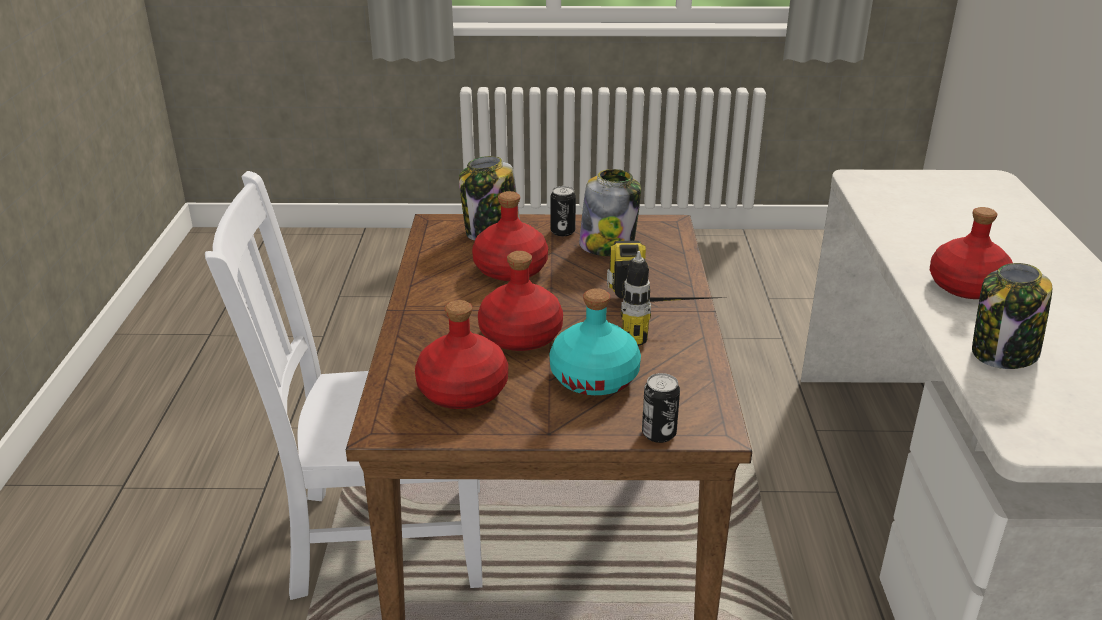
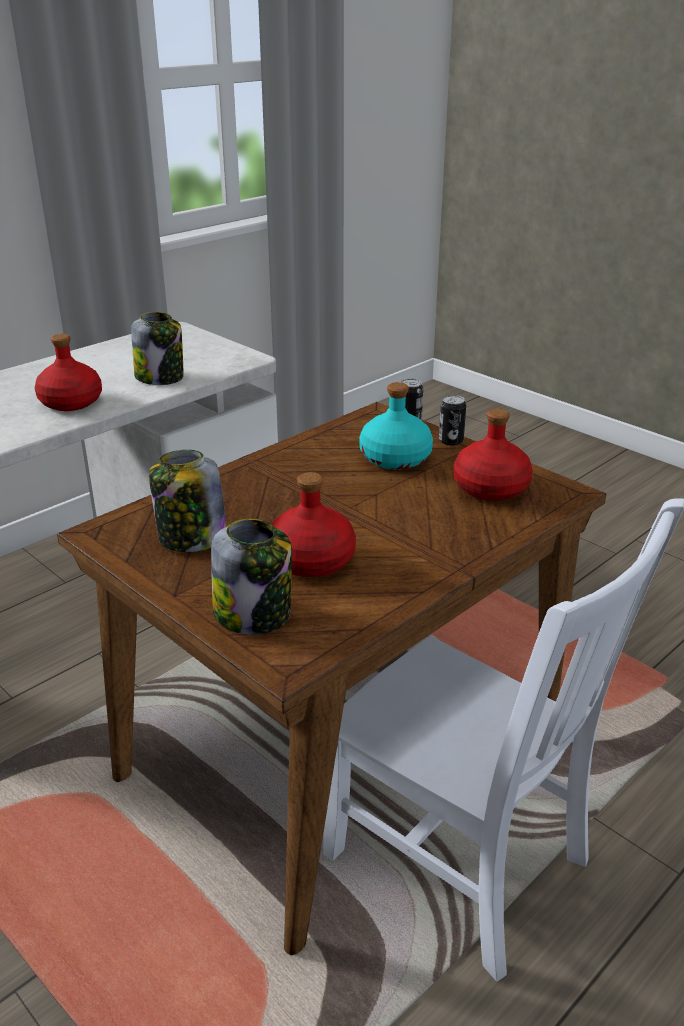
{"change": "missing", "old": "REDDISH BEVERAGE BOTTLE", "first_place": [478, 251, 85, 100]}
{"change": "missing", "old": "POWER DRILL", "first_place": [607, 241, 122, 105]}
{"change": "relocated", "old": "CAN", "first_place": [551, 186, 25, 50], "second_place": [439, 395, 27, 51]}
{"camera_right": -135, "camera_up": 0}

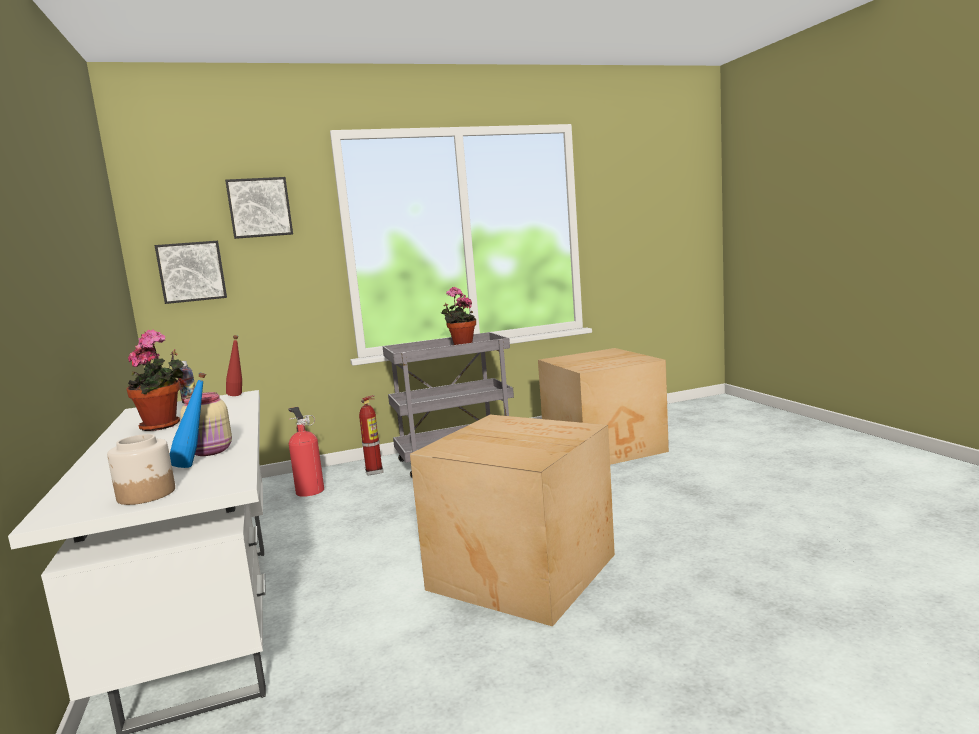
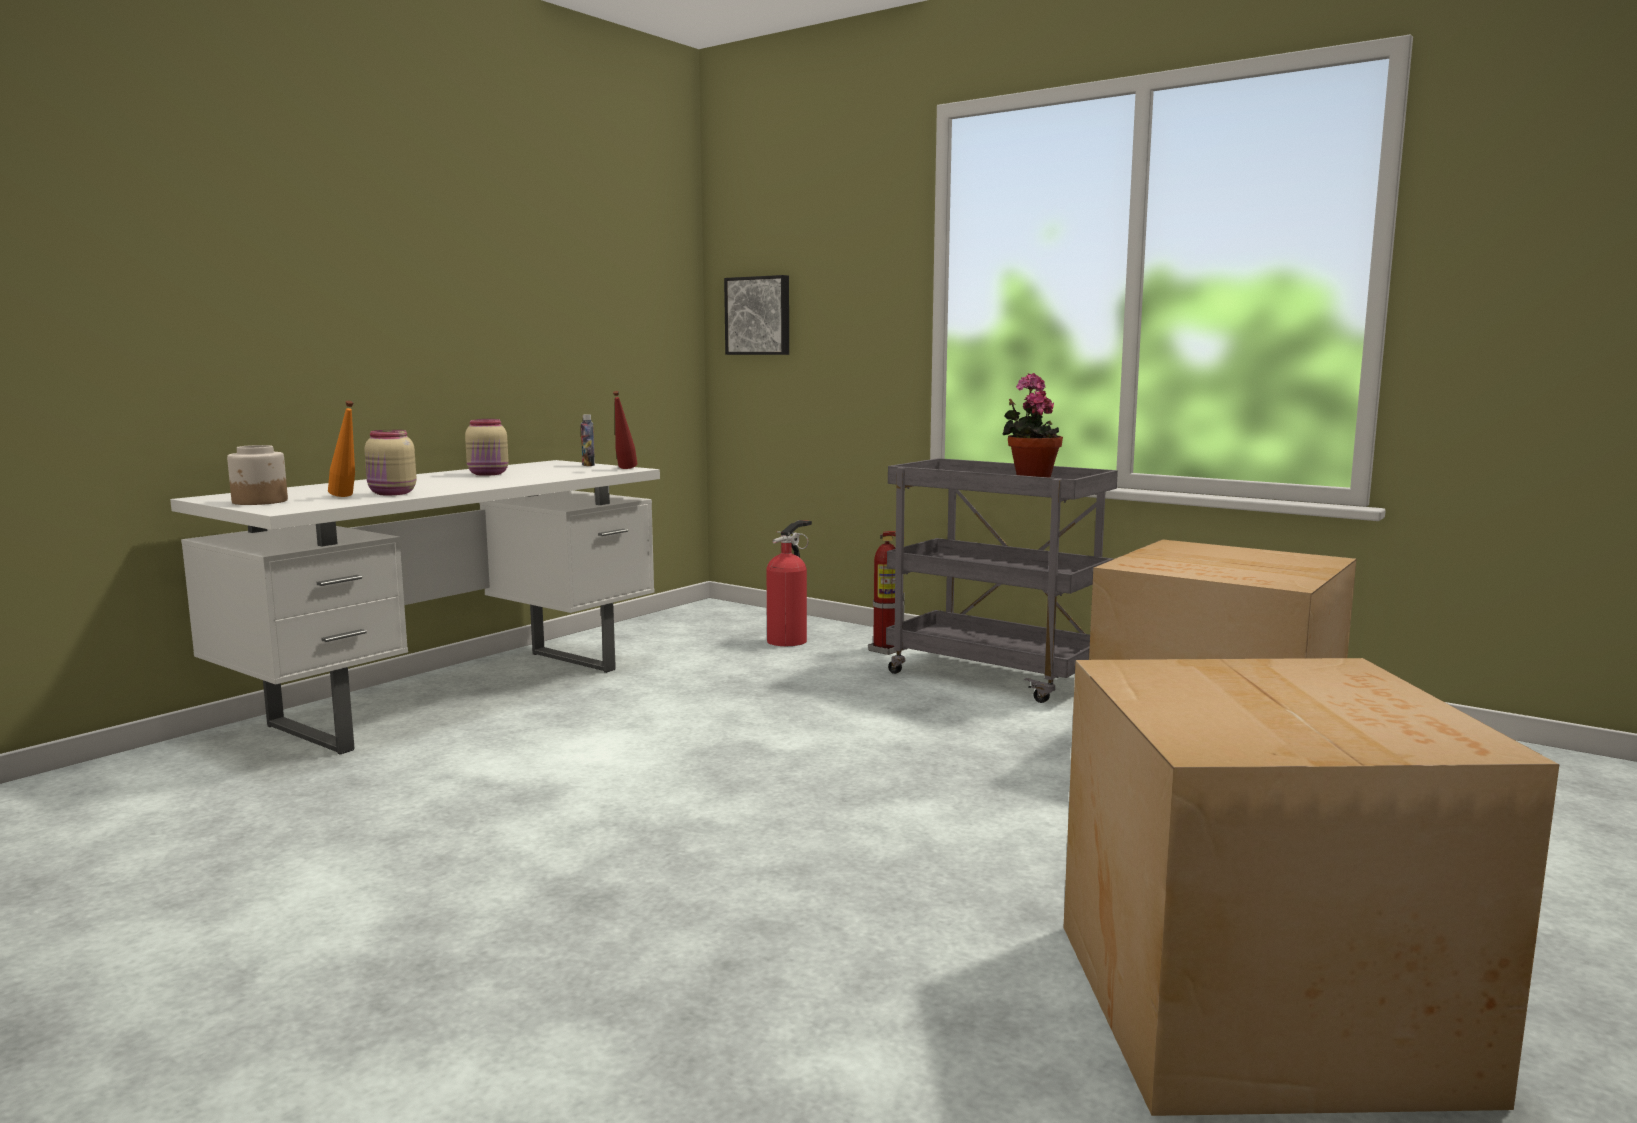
{"change": "missing", "old": "WALL ART", "first_place": [225, 177, 68, 62]}
{"change": "relocated", "old": "CARTON", "first_place": [410, 415, 205, 212], "second_place": [1063, 658, 496, 458]}
{"change": "exchanged", "old": "PLANT IN A POT", "new": "SAND-COLOURED JAR", "first_place": [126, 329, 58, 102], "second_place": [465, 419, 43, 57]}
{"change": "colour", "old": "BLUE-COLOURED BEVERAGE BOTTLE", "new": "ORANGE-COLOURED BEVERAGE BOTTLE", "first_place": [170, 373, 36, 95], "second_place": [328, 401, 27, 96]}
{"camera_right": 55, "camera_up": 0}

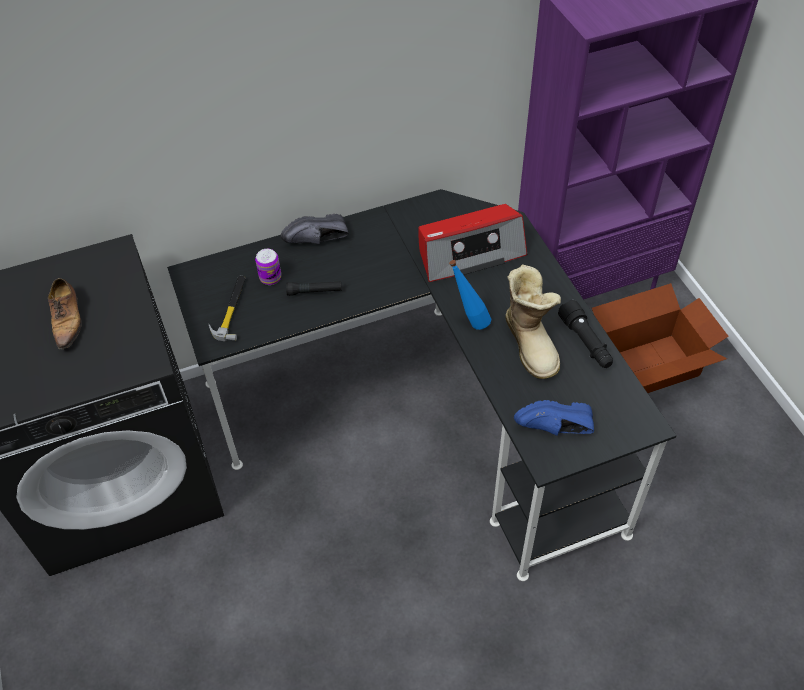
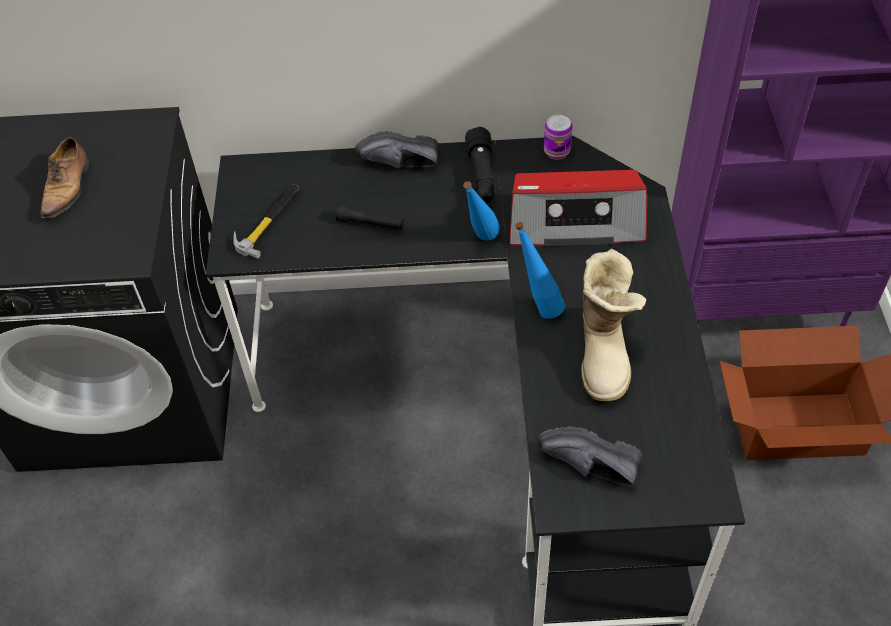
{"change": "appeared", "new": "BLUE-COLOURED BEVERAGE BOTTLE", "second_place": [463, 181, 37, 60]}
{"change": "relocated", "old": "CAN", "first_place": [255, 249, 26, 36], "second_place": [544, 115, 28, 44]}
{"change": "relocated", "old": "BLACK FLASHLIGHT", "first_place": [558, 300, 55, 68], "second_place": [465, 127, 30, 77]}
{"change": "colour", "old": "BLUE-COLOURED ITEM OF FOOTWEAR", "new": "BLACK ITEM OF FOOTWEAR", "first_place": [514, 400, 80, 36], "second_place": [537, 426, 105, 61]}
{"camera_right": 20, "camera_up": 0}

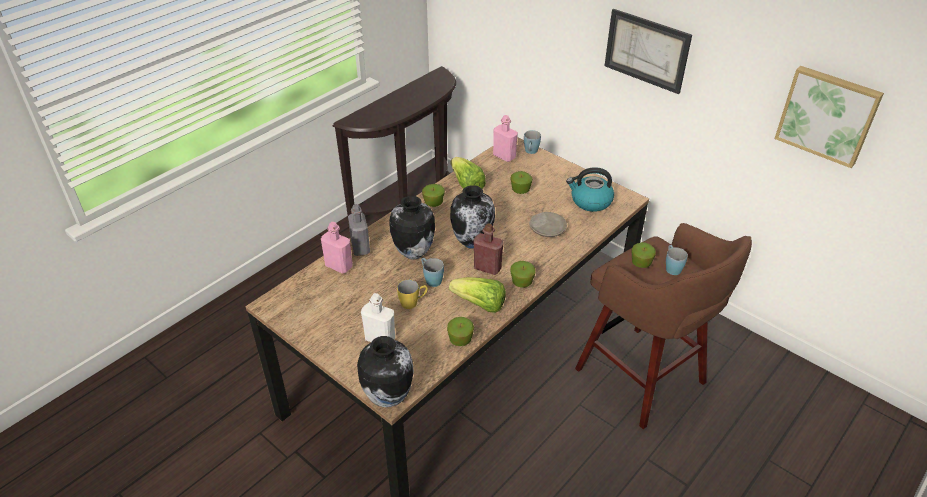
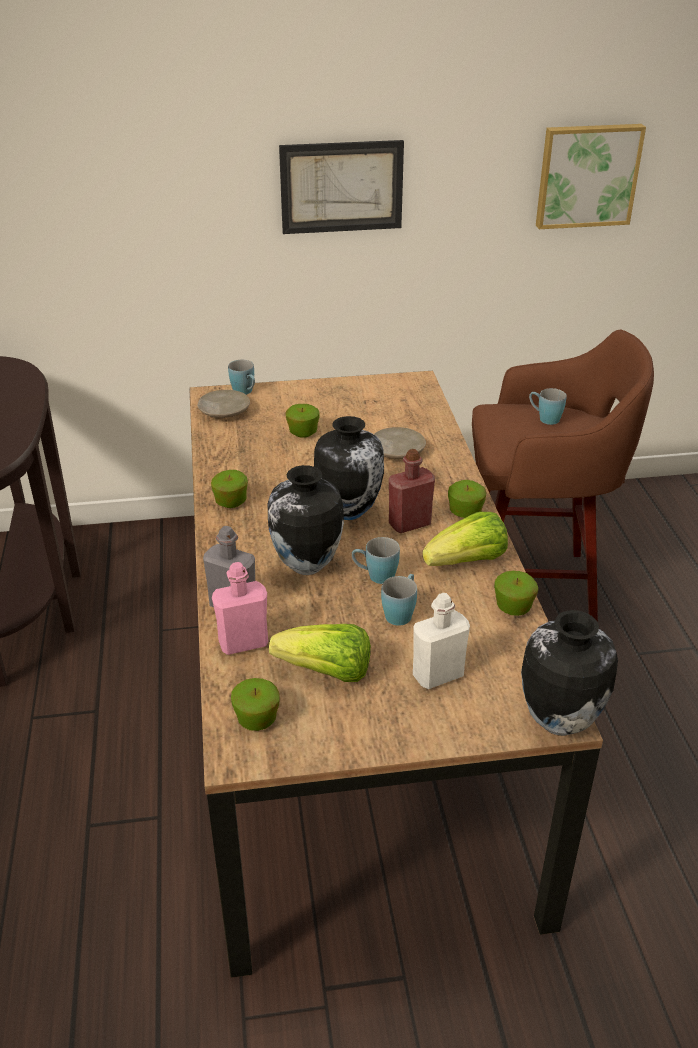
{"change": "missing", "old": "WATER KETTLE", "first_place": [566, 167, 48, 45]}
{"change": "relocated", "old": "LETTUCE HEAD", "first_place": [451, 157, 35, 32], "second_place": [269, 624, 102, 58]}
{"change": "relocated", "old": "APPLE FRUIT", "first_place": [632, 242, 24, 26], "second_place": [231, 678, 49, 53]}
{"change": "exchanged", "old": "PINK-COLOURED BEVERAGE BOTTLE", "new": "SAND-COLOURED DINNER PLATE", "first_place": [493, 115, 25, 47], "second_place": [197, 390, 53, 28]}
{"change": "colour", "old": "YELLOW MUG", "new": "BLUE-COLOURED MUG", "first_place": [397, 279, 31, 30], "second_place": [381, 574, 36, 52]}
{"camera_right": -50, "camera_up": -5}

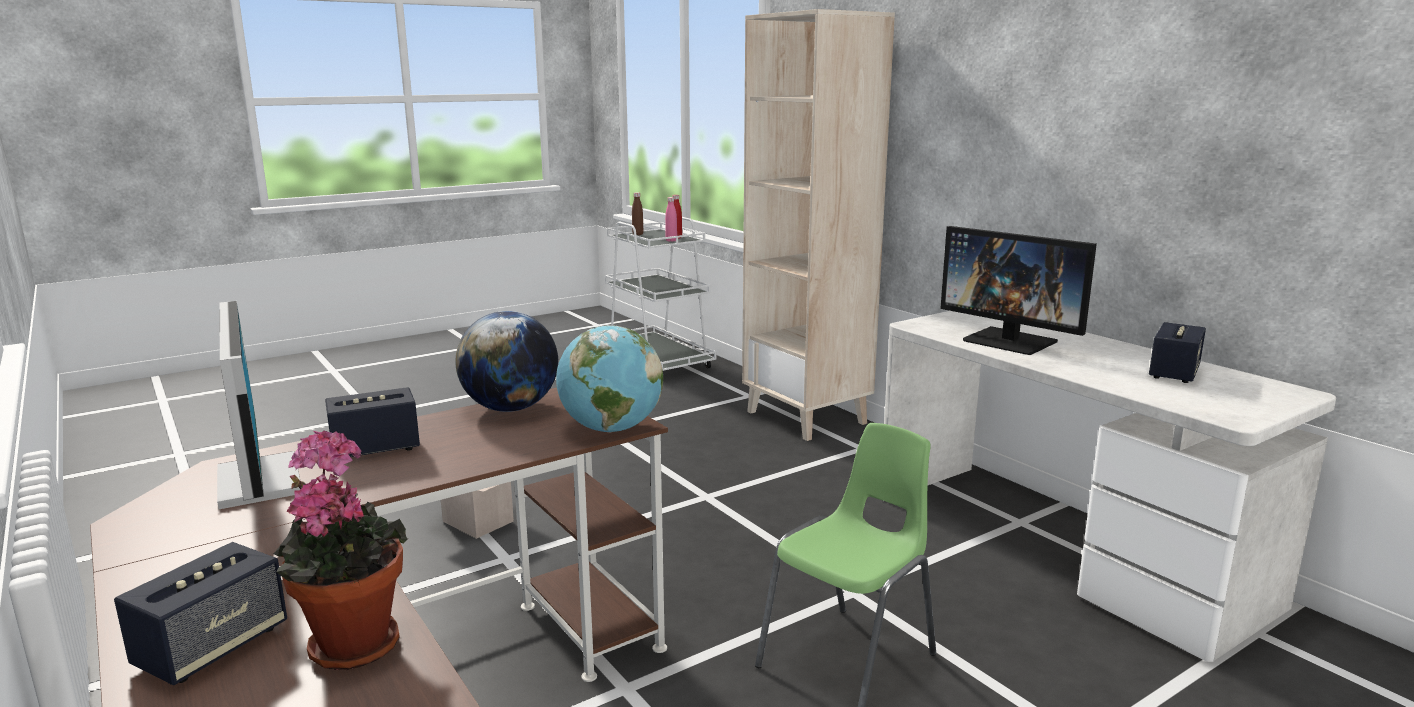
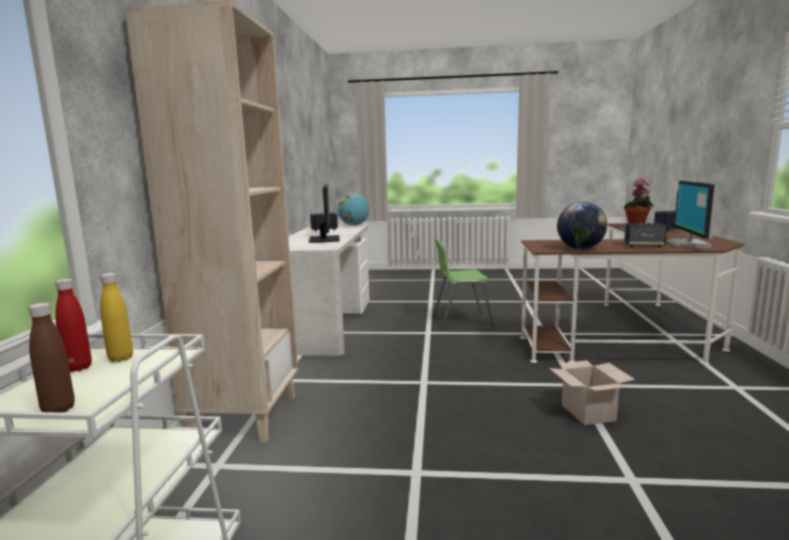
{"change": "relocated", "old": "DESK GLOBE", "first_place": [556, 325, 107, 108], "second_place": [337, 193, 33, 33]}
{"change": "colour", "old": "PINK-COLOURED BEVERAGE BOTTLE", "new": "YELLOW BEVERAGE BOTTLE", "first_place": [665, 197, 12, 45], "second_place": [100, 273, 33, 89]}
{"camera_right": -140, "camera_up": -5}

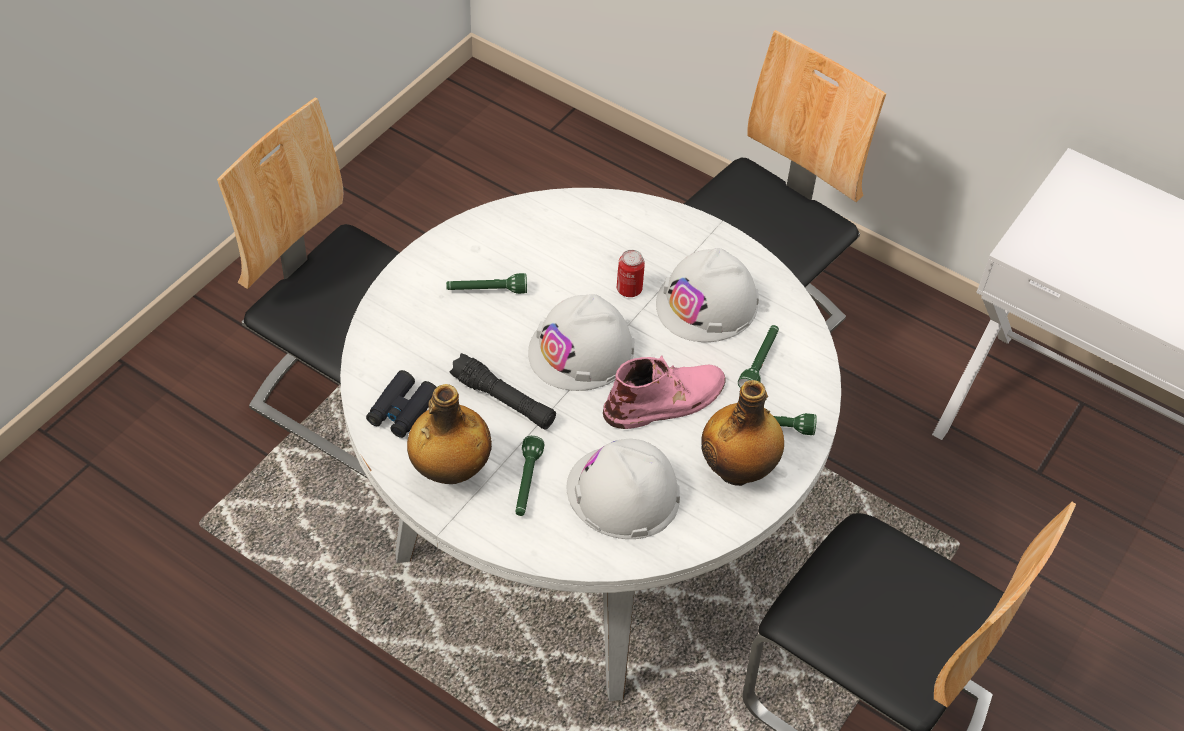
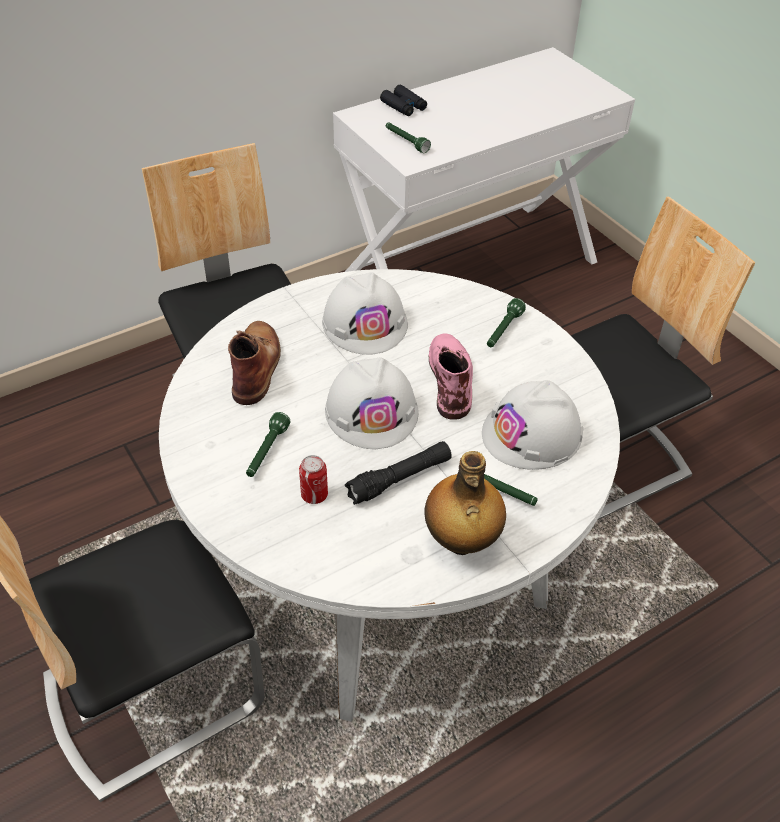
{"change": "missing", "old": "BEVERAGE BOTTLE", "first_place": [701, 380, 83, 106]}
{"change": "appeared", "new": "BROWNISH TALL BOOT", "second_place": [228, 321, 53, 84]}
{"change": "relocated", "old": "BLACK PAIR OF BINOCULARS", "first_place": [366, 370, 70, 68], "second_place": [380, 85, 47, 31]}
{"change": "relocated", "old": "CAN", "first_place": [617, 250, 28, 47], "second_place": [299, 455, 29, 49]}
{"change": "relocated", "old": "GREENISH FLASHLIGHT", "first_place": [738, 325, 41, 63], "second_place": [386, 123, 45, 30]}
{"camera_right": -65, "camera_up": -5}

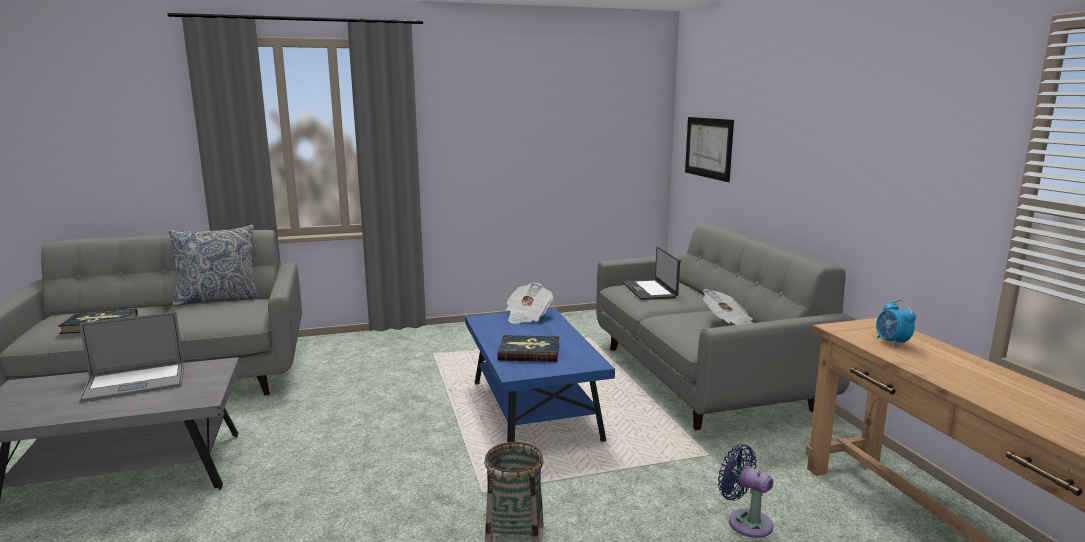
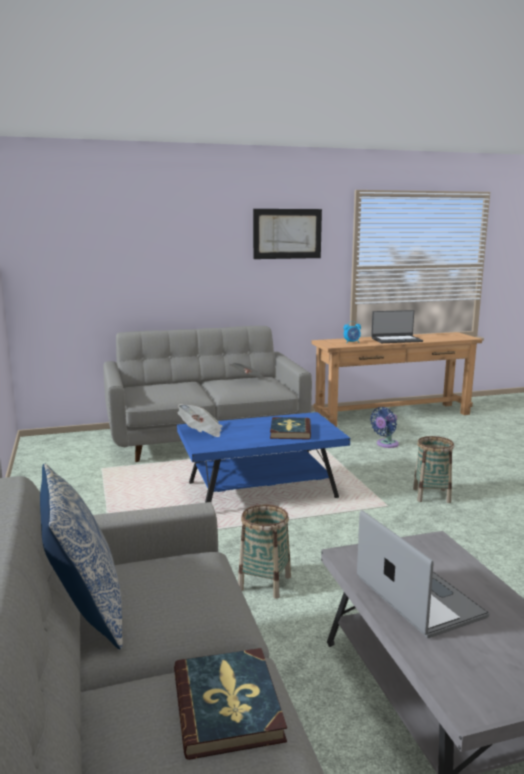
{"change": "appeared", "new": "BASKET", "second_place": [238, 504, 53, 95]}
{"change": "relocated", "old": "LAPTOP", "first_place": [623, 247, 57, 53], "second_place": [371, 310, 52, 33]}
{"change": "relocated", "old": "WALL ART", "first_place": [685, 117, 49, 65], "second_place": [253, 209, 69, 50]}
{"camera_right": -90, "camera_up": 0}

